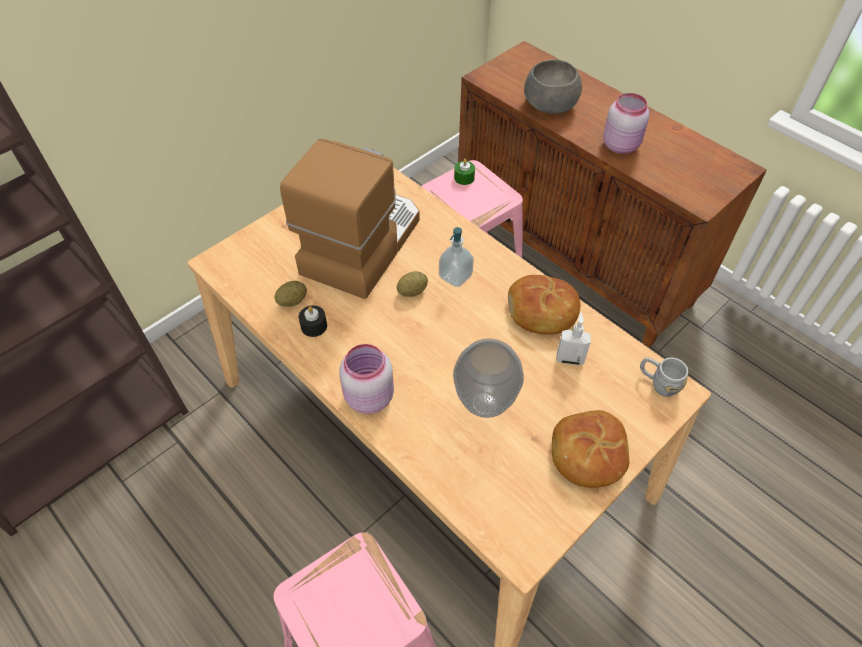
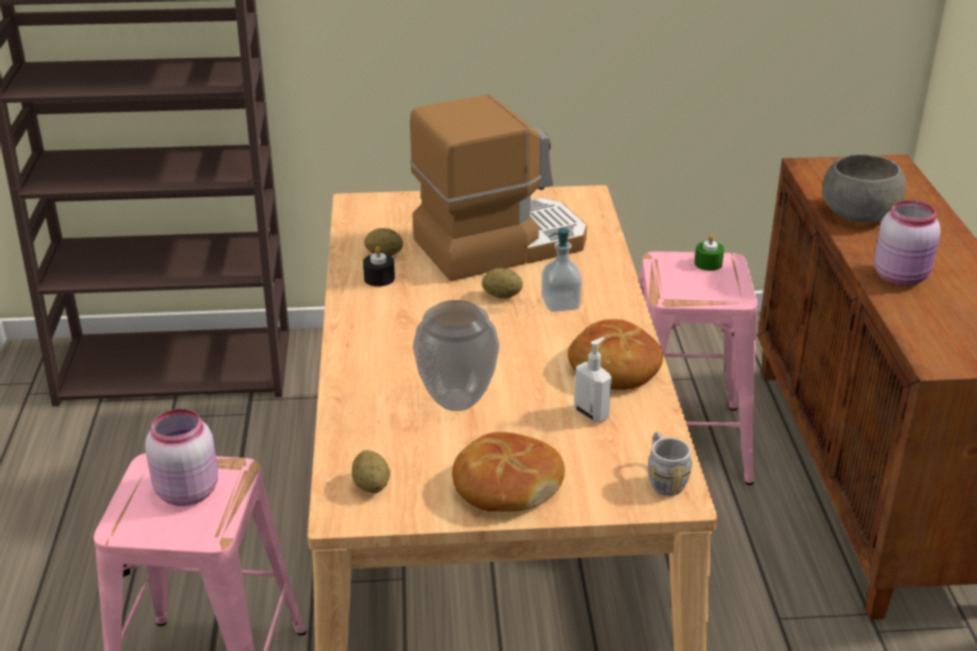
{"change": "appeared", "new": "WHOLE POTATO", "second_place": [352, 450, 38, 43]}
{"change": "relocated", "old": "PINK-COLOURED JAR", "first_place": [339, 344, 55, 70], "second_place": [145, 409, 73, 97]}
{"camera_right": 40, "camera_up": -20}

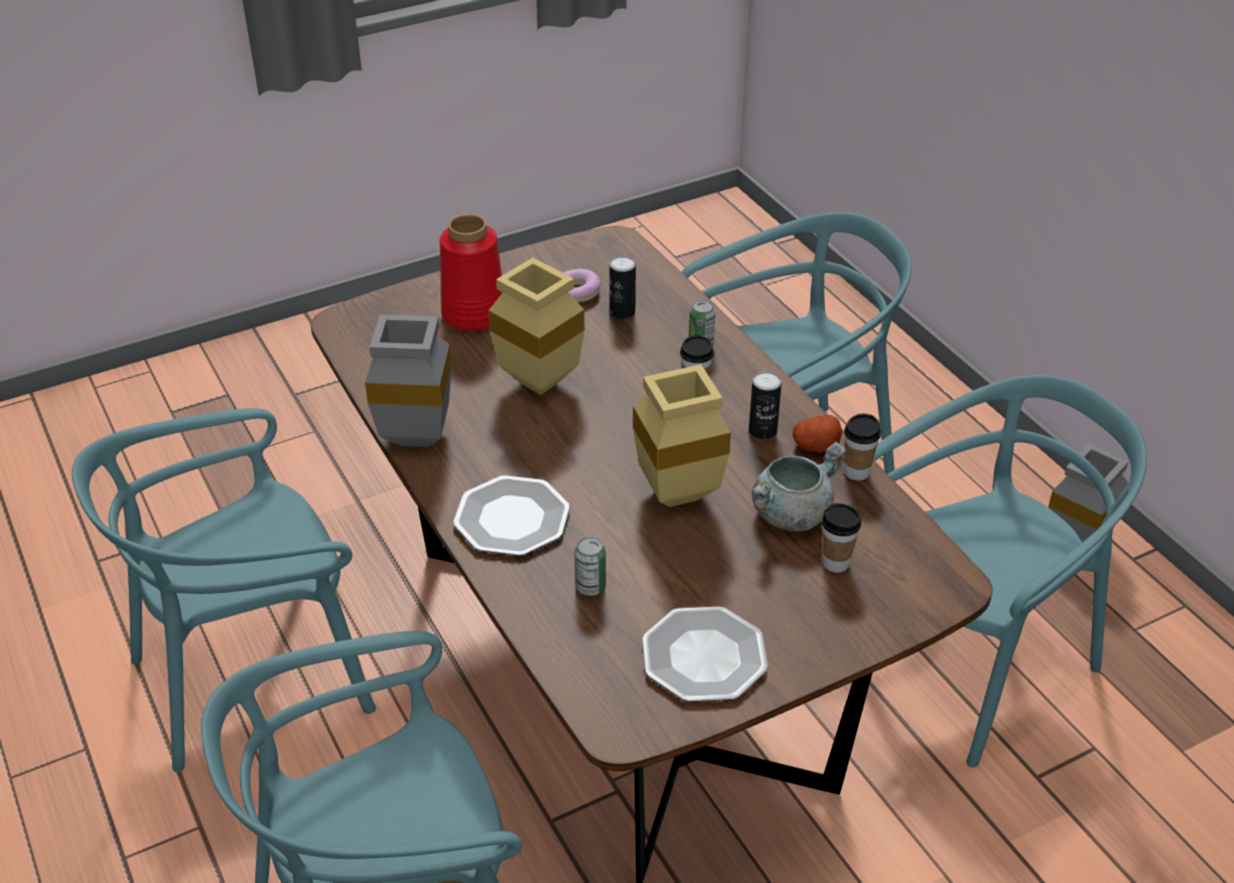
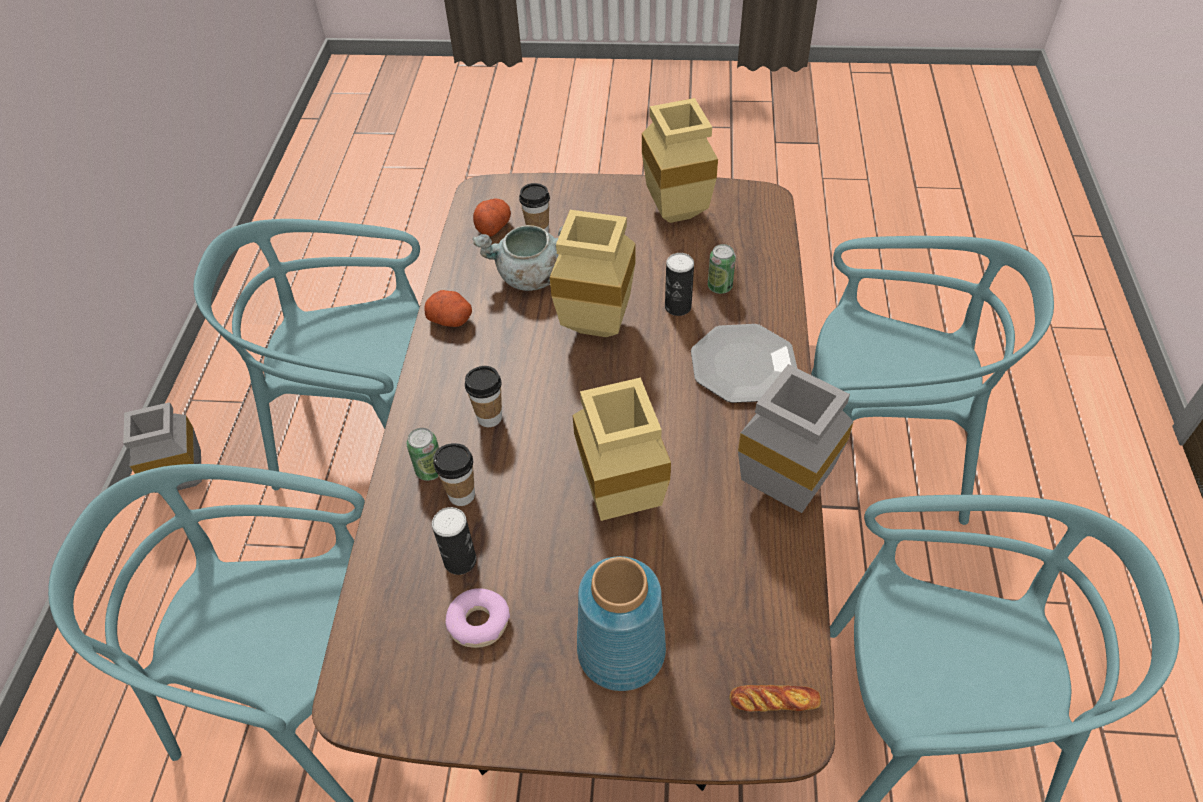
{"change": "appeared", "new": "WHOLE POTATO", "second_place": [473, 199, 38, 38]}
{"change": "appeared", "new": "BREAD", "second_place": [729, 685, 92, 27]}
{"change": "relocated", "old": "CAN", "first_place": [749, 371, 33, 69], "second_place": [665, 253, 29, 63]}
{"change": "relocated", "old": "DRINKING CUP", "first_place": [844, 414, 37, 67], "second_place": [433, 443, 42, 63]}
{"change": "exchanged", "old": "DINNER PLATE", "new": "SAND-COLOURED FLOWER VASE", "first_place": [642, 607, 126, 95], "second_place": [642, 98, 76, 125]}
{"change": "colour", "old": "REDDISH FLOWER VASE", "new": "BLUE-COLOURED FLOWER VASE", "first_place": [440, 214, 63, 117], "second_place": [577, 556, 89, 135]}
{"camera_right": -145, "camera_up": 10}

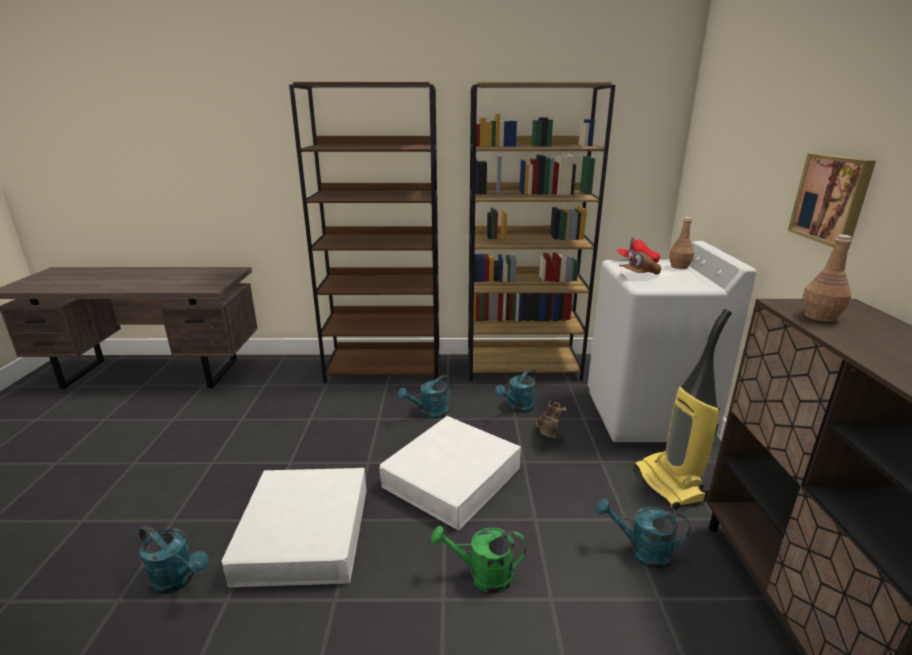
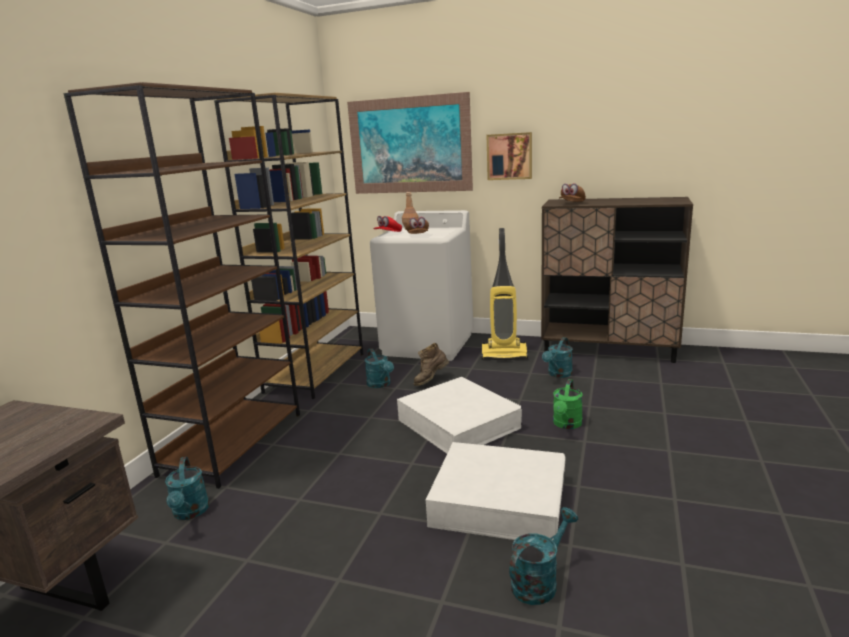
{"change": "appeared", "new": "WALL ART", "second_place": [347, 92, 126, 102]}
{"change": "relocated", "old": "BLUE-GREEN WATERING CAN", "first_place": [398, 375, 55, 44], "second_place": [165, 457, 44, 63]}
{"change": "exchanged", "old": "BROWNISH BEVERAGE BOTTLE", "new": "BROWNISH PEAKED CAP", "first_place": [802, 235, 50, 87], "second_place": [559, 183, 27, 19]}
{"change": "spun", "old": "BROWNISH TALL BOOT", "first_place": [535, 400, 31, 39], "second_place": [414, 343, 35, 43], "degrees": -60}
{"camera_right": -70, "camera_up": -5}

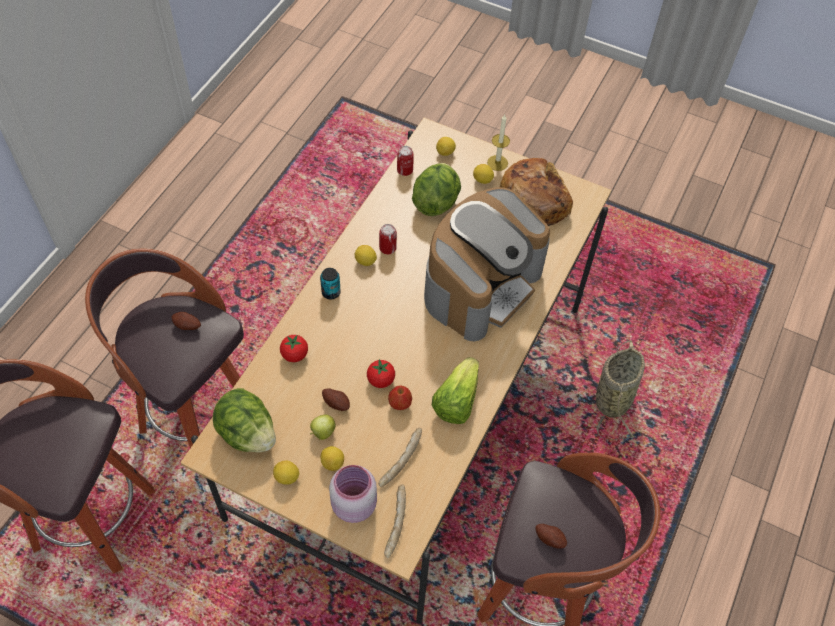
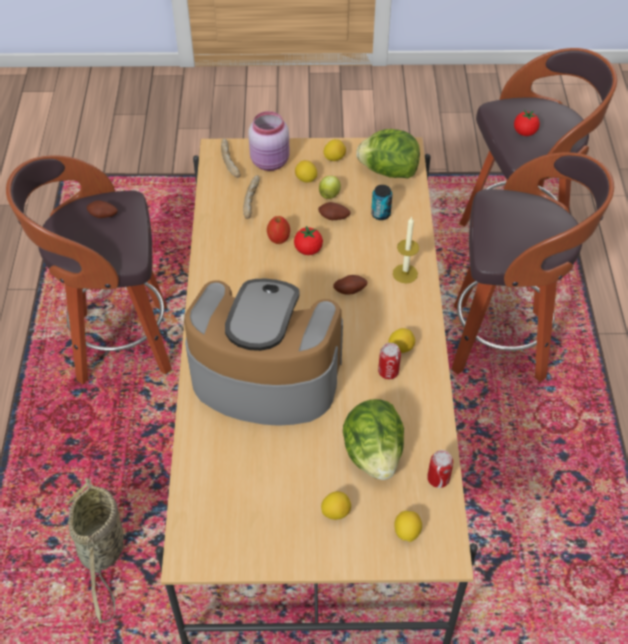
{"change": "missing", "old": "LETTUCE HEAD", "first_place": [432, 357, 47, 67]}
{"change": "missing", "old": "BREAD", "first_place": [500, 158, 73, 68]}
{"change": "relocated", "old": "WHOLE POTATO", "first_place": [172, 312, 29, 18], "second_place": [333, 275, 34, 20]}
{"change": "relocated", "old": "WHOLE TOMATO", "first_place": [280, 335, 28, 27], "second_place": [514, 110, 26, 26]}
{"change": "relocated", "old": "CAN", "first_place": [320, 268, 21, 31], "second_place": [371, 185, 21, 35]}
{"change": "relocated", "old": "WAX LIGHT", "first_place": [487, 115, 23, 56], "second_place": [393, 216, 26, 67]}
{"change": "spun", "old": "COFFEE BREWER", "first_place": [424, 187, 126, 154], "second_place": [184, 279, 159, 147], "degrees": 90}
{"camera_right": 155, "camera_up": -5}

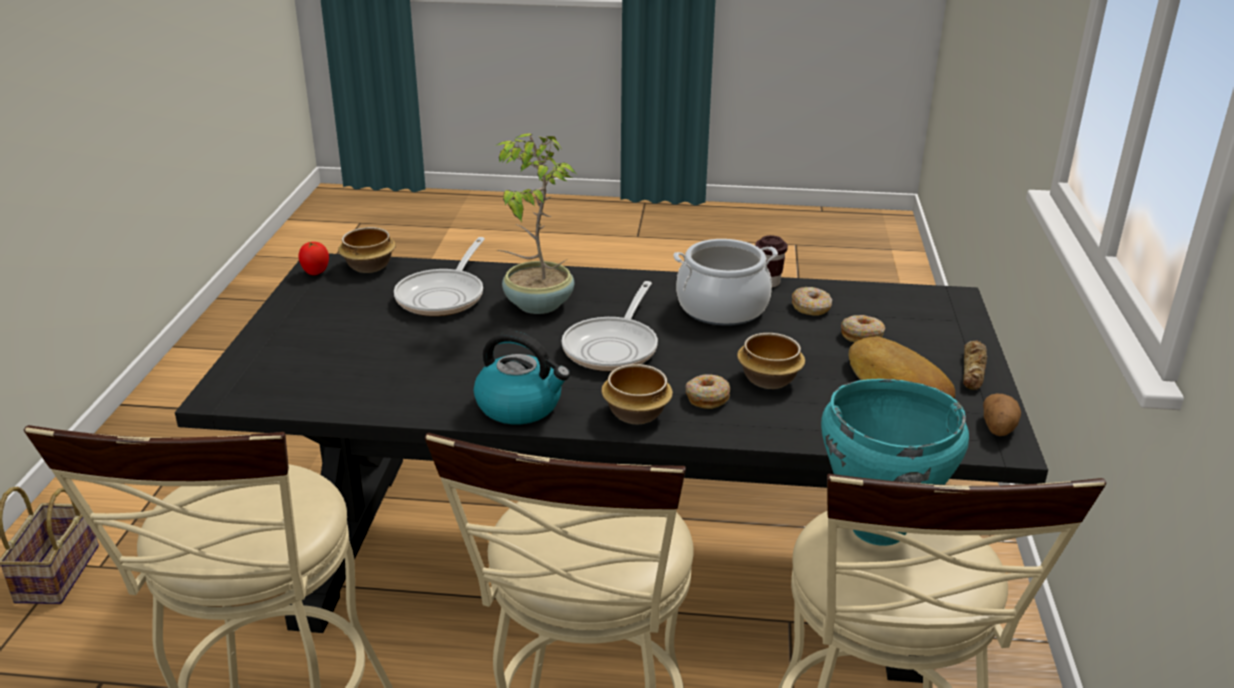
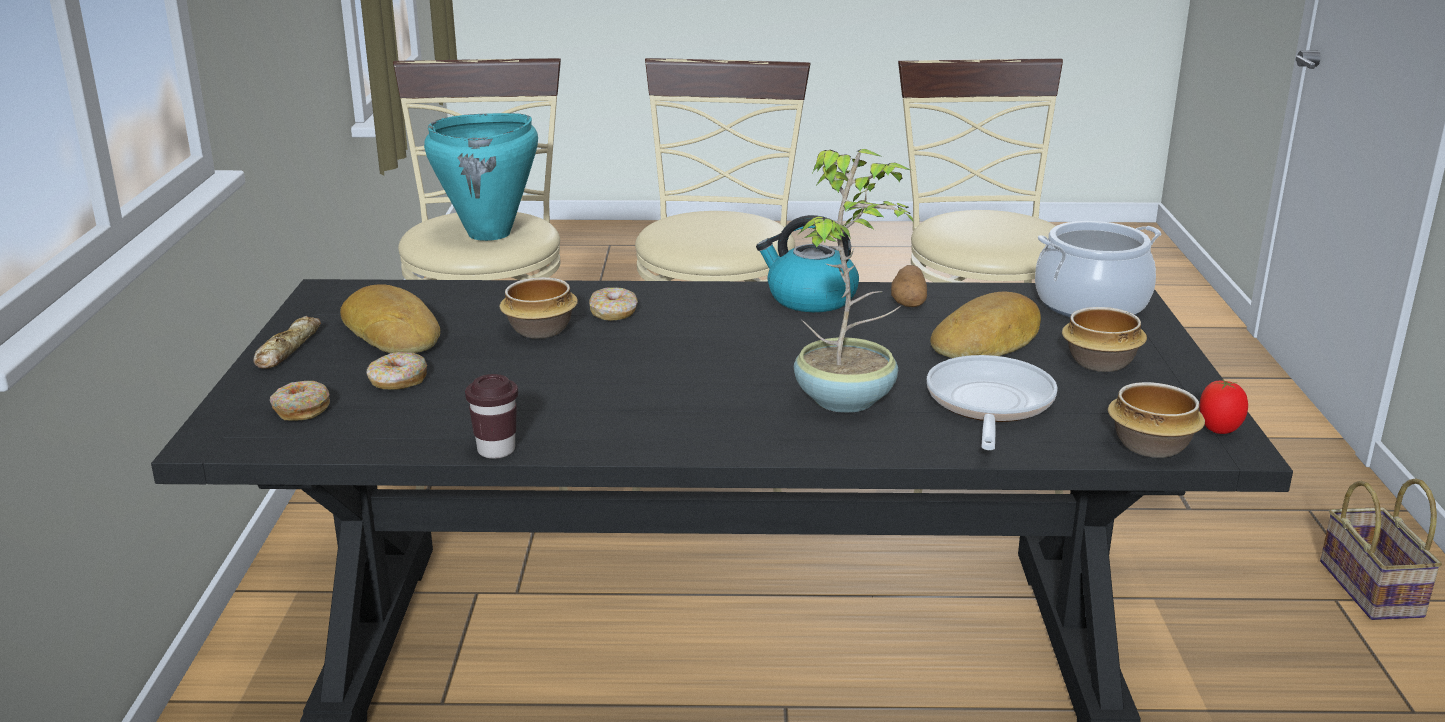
{"change": "missing", "old": "PAN", "first_place": [562, 281, 96, 90]}
{"change": "appeared", "new": "BREAD", "second_place": [930, 292, 111, 66]}
{"change": "relocated", "old": "SERVING BOWL", "first_place": [601, 364, 72, 60], "second_place": [1062, 307, 85, 65]}
{"change": "relocated", "old": "COOKING POT", "first_place": [673, 239, 105, 87], "second_place": [1035, 221, 127, 96]}
{"change": "relocated", "old": "DONUT", "first_place": [792, 287, 40, 29], "second_place": [270, 381, 60, 40]}
{"change": "relocated", "old": "WHOLE POTATO", "first_place": [983, 394, 38, 42], "second_place": [891, 265, 36, 42]}
{"camera_right": 175, "camera_up": -5}

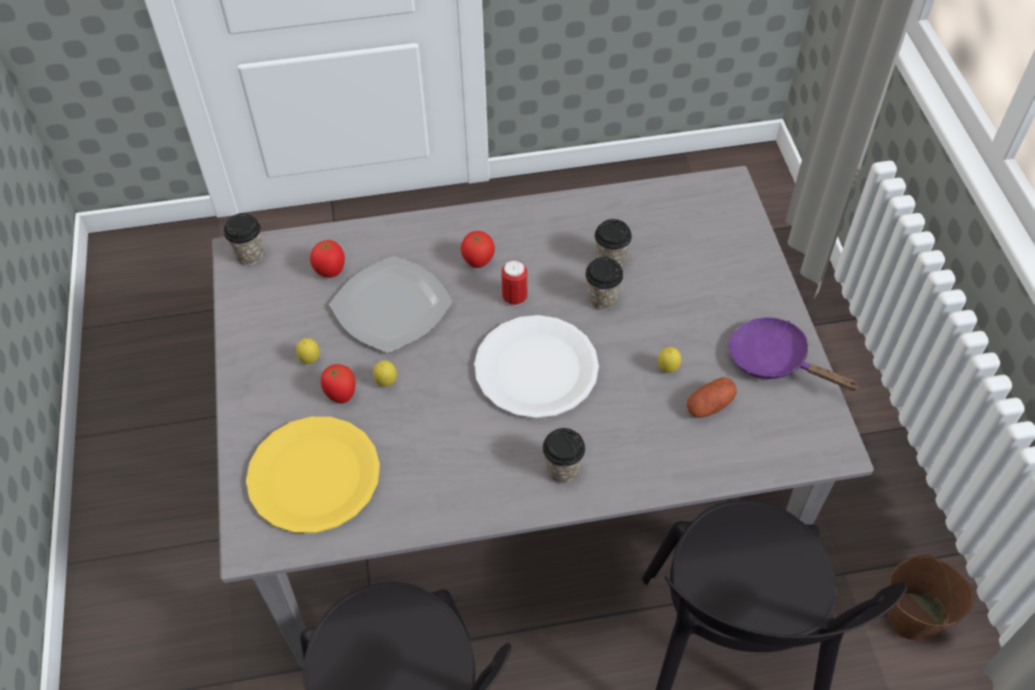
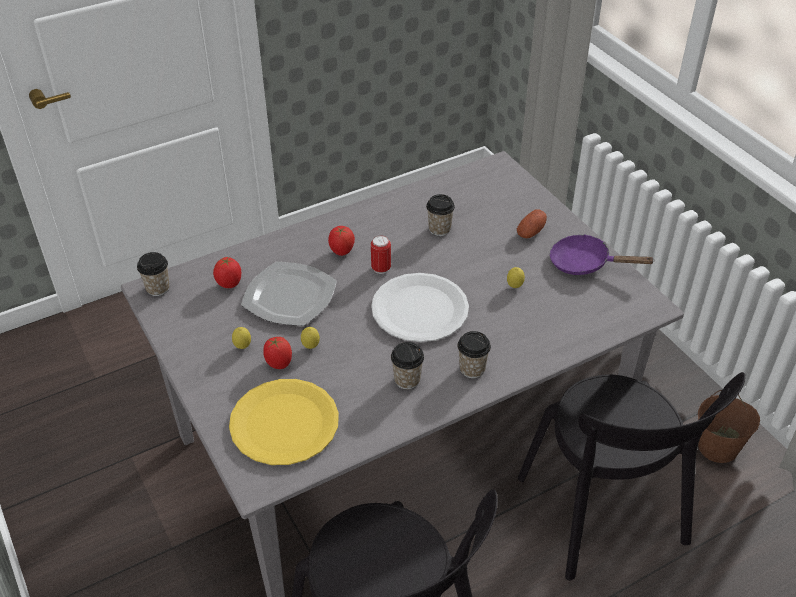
{"change": "relocated", "old": "DRINKING CUP", "first_place": [585, 257, 39, 53], "second_place": [391, 342, 33, 47]}
{"change": "relocated", "old": "WHOLE POTATO", "first_place": [686, 377, 51, 41], "second_place": [517, 210, 30, 28]}
{"camera_right": -20, "camera_up": -10}

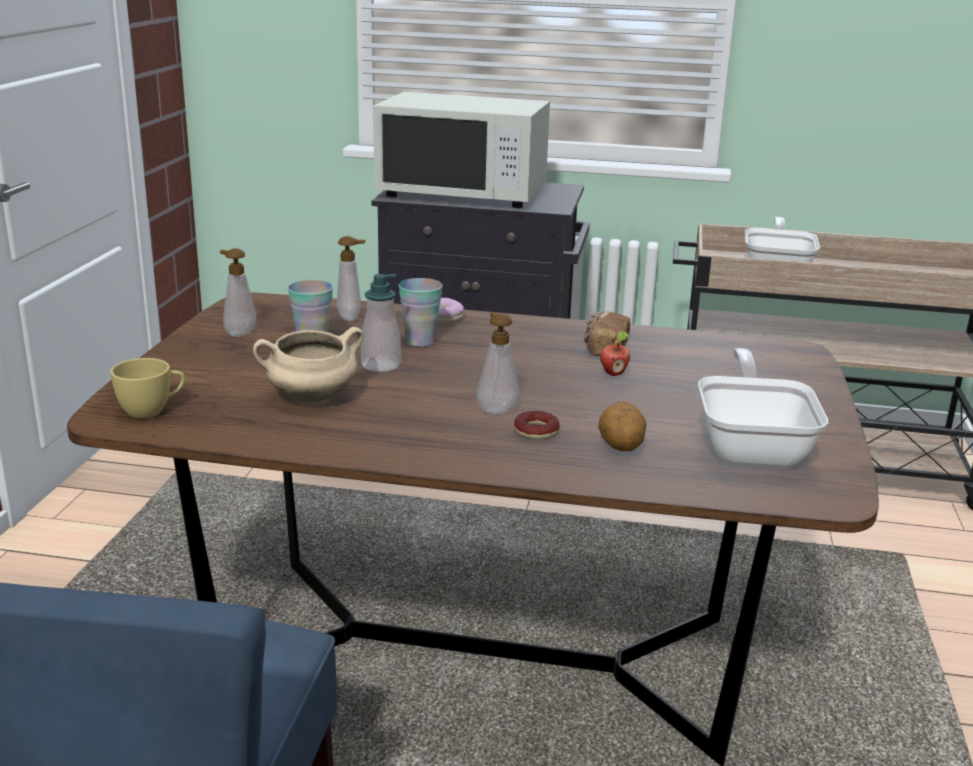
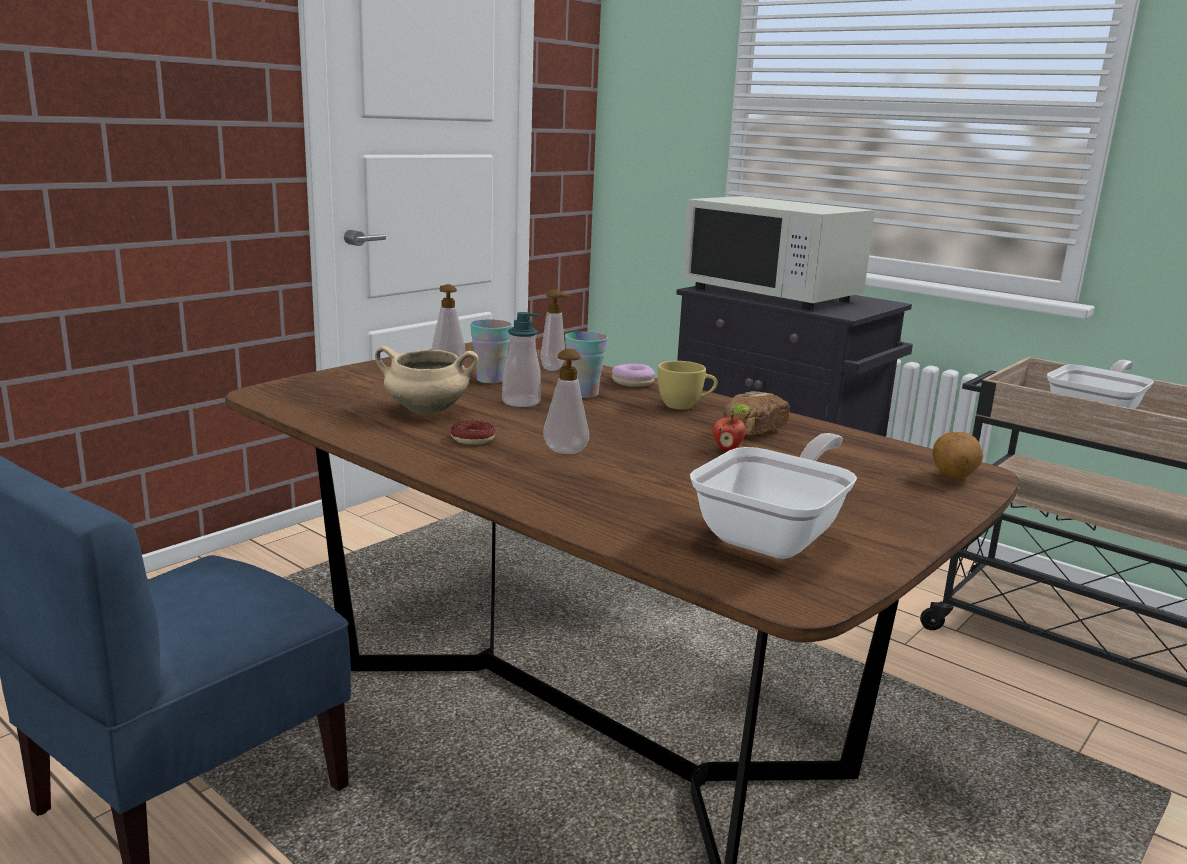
{"change": "relocated", "old": "YELLOW DRINKING CUP", "first_place": [110, 358, 75, 60], "second_place": [658, 361, 59, 48]}
{"change": "relocated", "old": "DONUT", "first_place": [514, 411, 46, 29], "second_place": [451, 420, 44, 25]}
{"change": "relocated", "old": "WHOLE POTATO", "first_place": [598, 401, 48, 50], "second_place": [932, 432, 51, 47]}
{"camera_right": 30, "camera_up": -5}

